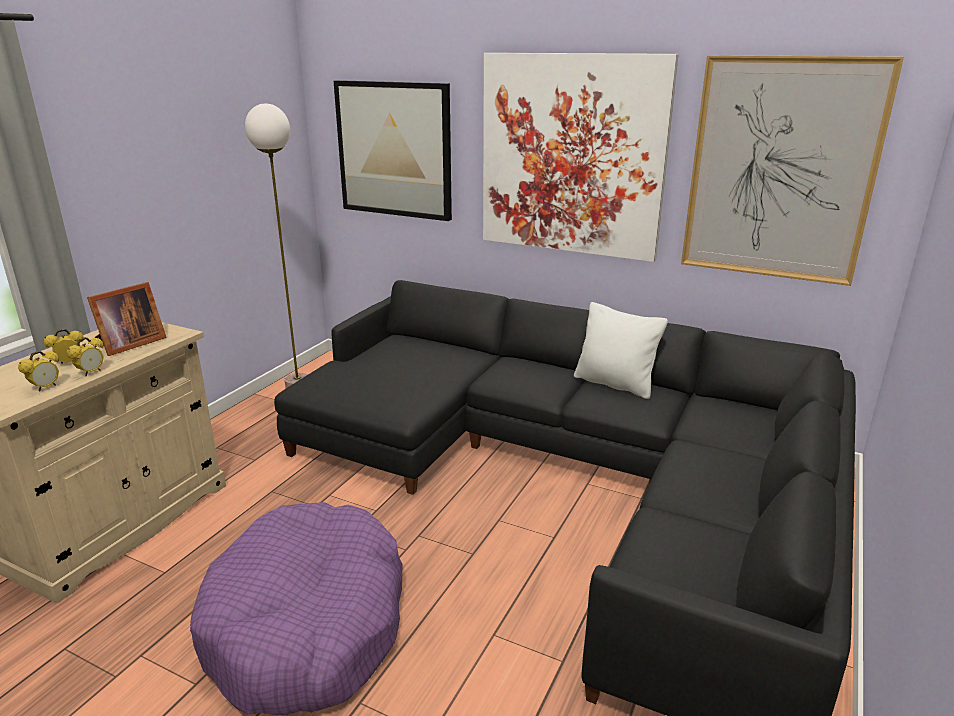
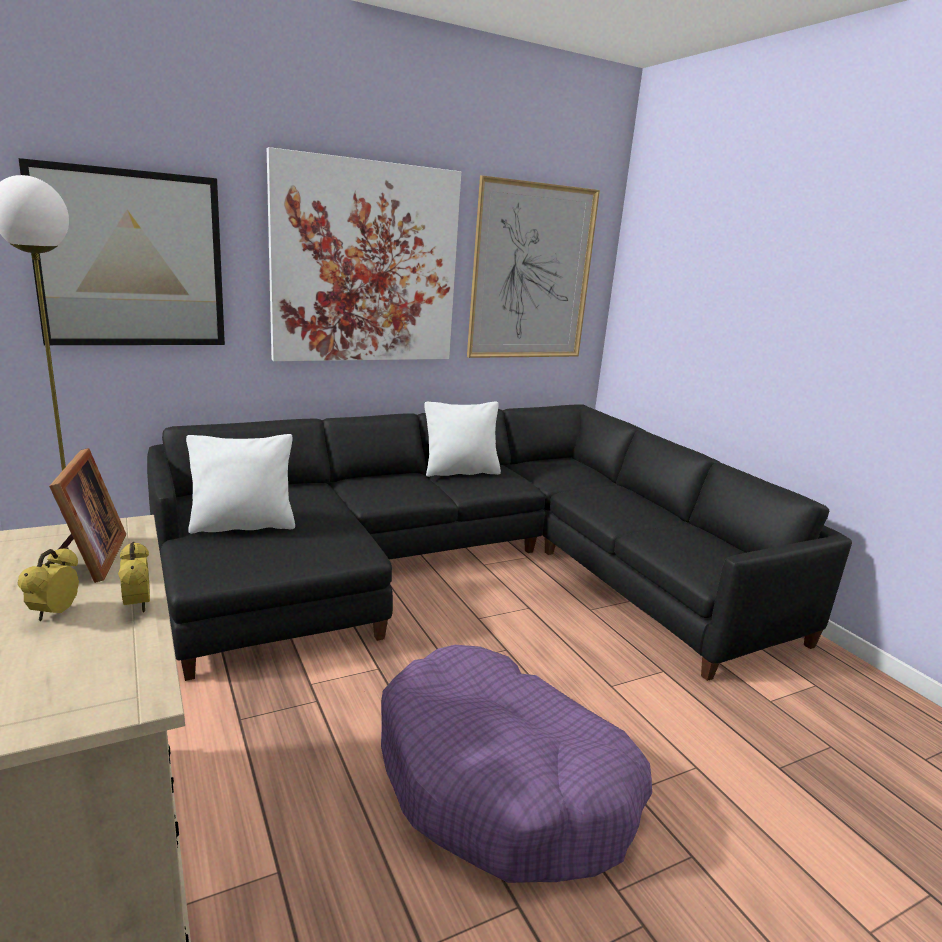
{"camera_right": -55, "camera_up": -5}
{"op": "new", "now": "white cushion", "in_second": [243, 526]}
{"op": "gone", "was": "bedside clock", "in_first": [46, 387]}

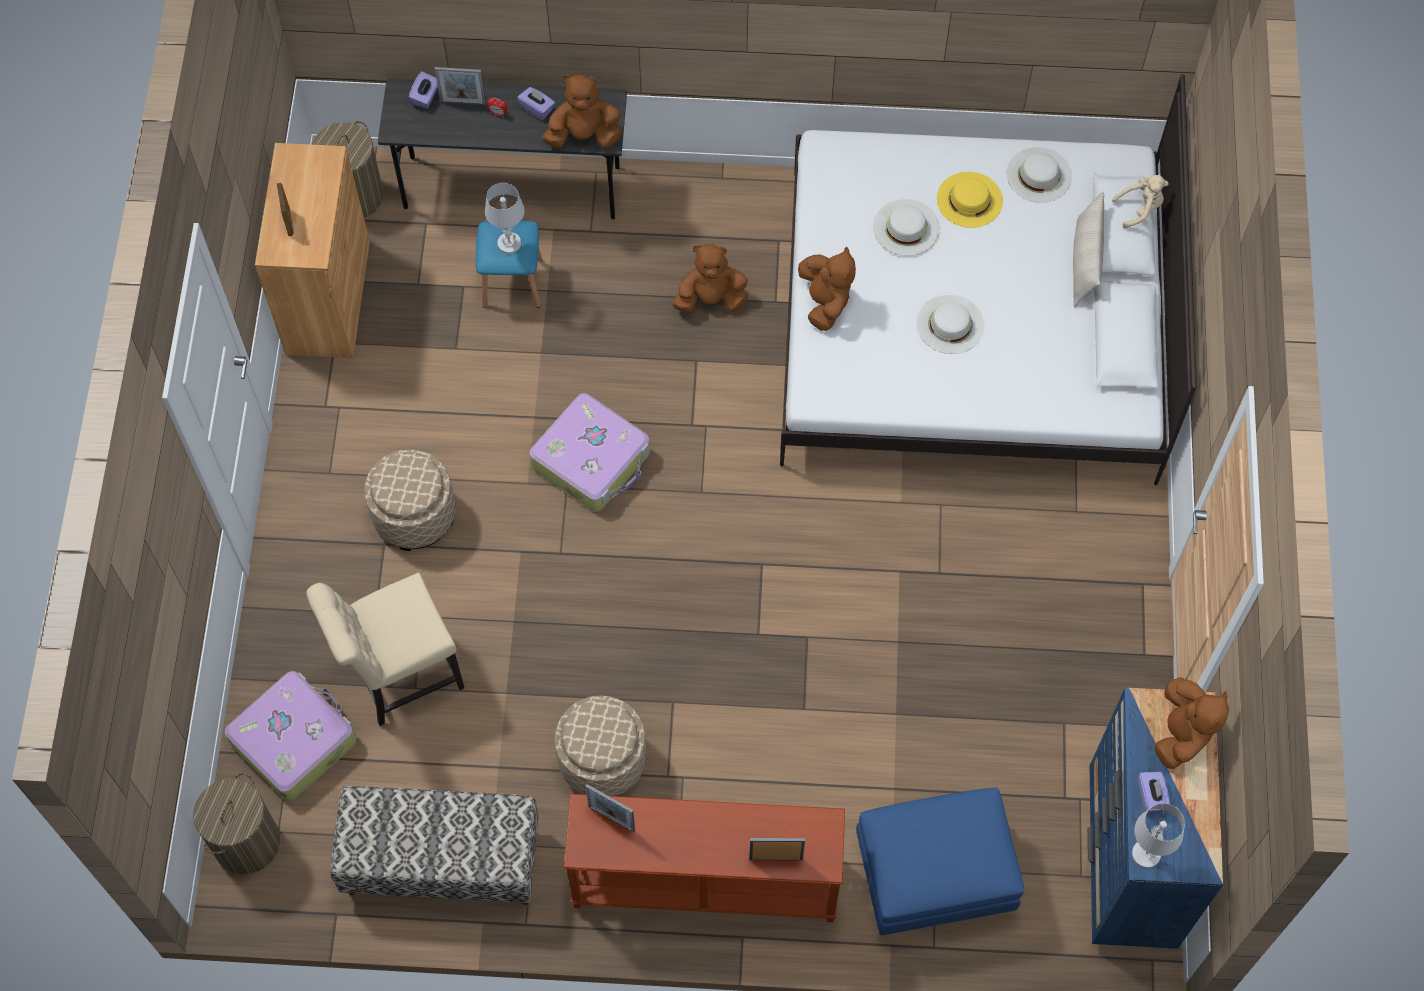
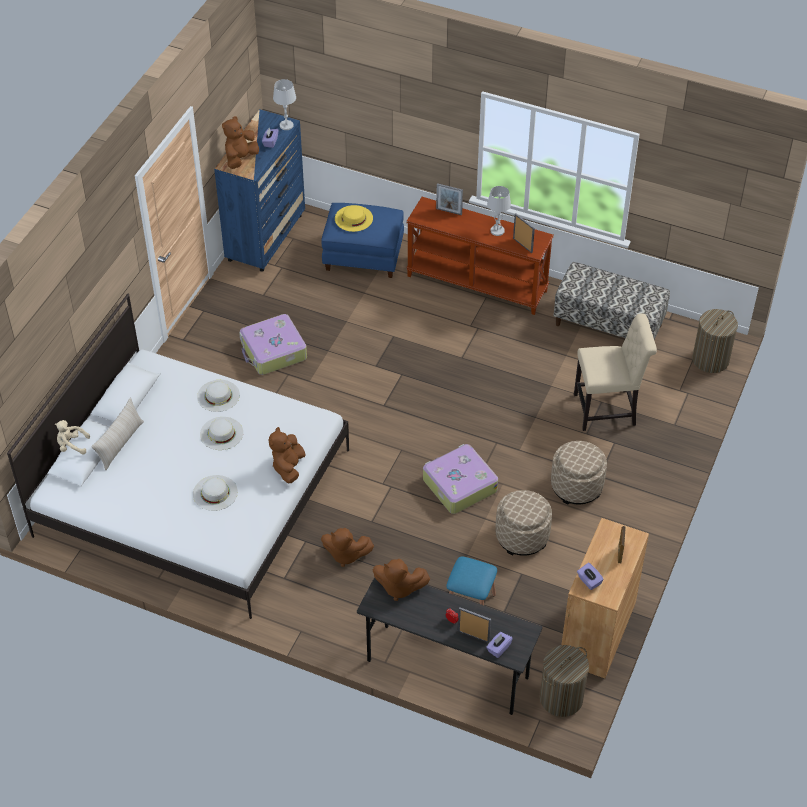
{"camera_right": -160, "camera_up": -15}
{"op": "shifted", "was": "white wearable hat", "in_first": [1039, 175], "in_second": [218, 395]}
{"op": "shifted", "was": "travel case", "in_first": [294, 740], "in_second": [273, 351]}
{"op": "shifted", "was": "yellow wearable hat", "in_first": [969, 199], "in_second": [353, 218]}
{"op": "shifted", "was": "white tabletop lamp", "in_first": [509, 244], "in_second": [497, 231]}
{"op": "shifted", "was": "sand-coloured footrest", "in_first": [602, 760], "in_second": [522, 536]}
{"op": "shifted", "was": "purplish tissue box", "in_first": [537, 108], "in_second": [589, 581]}

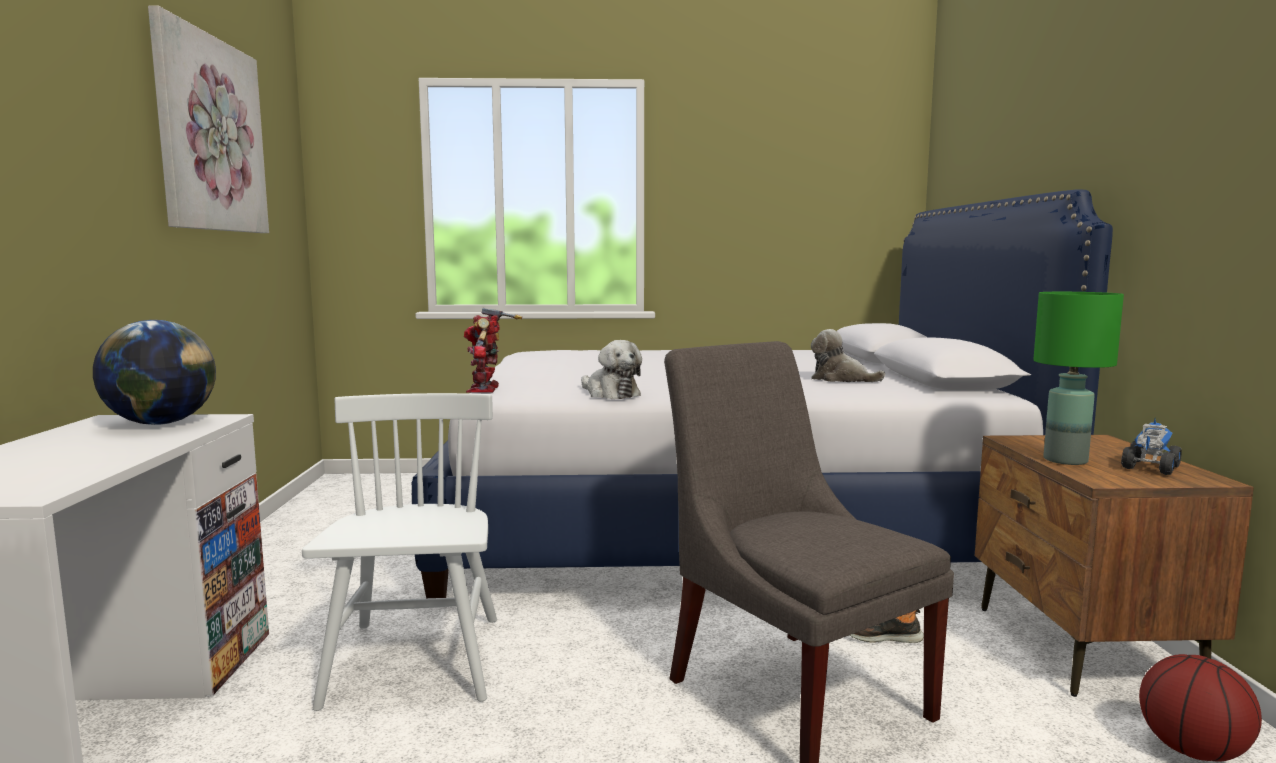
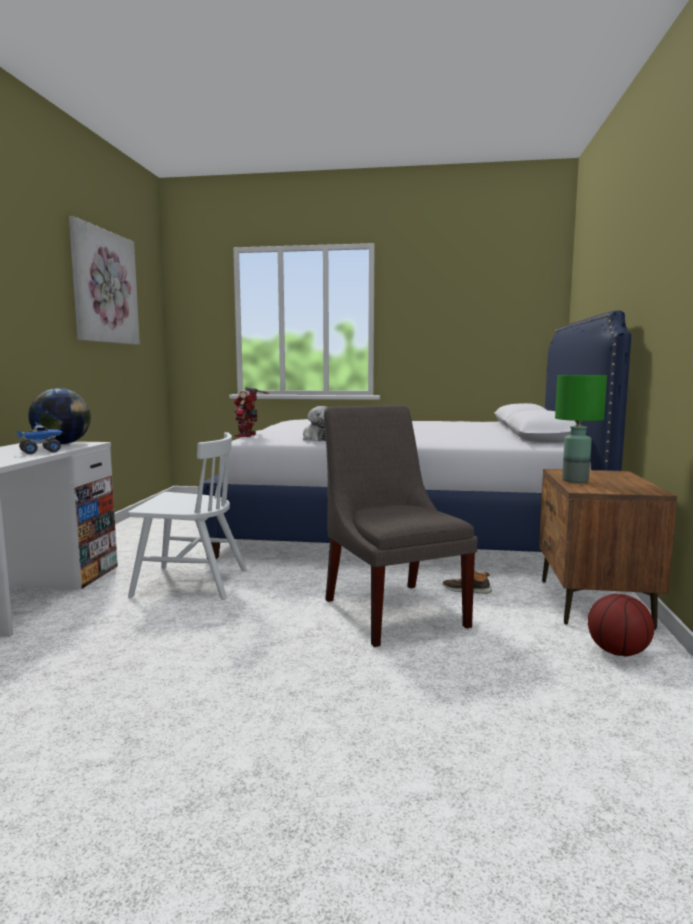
{"camera_right": 10, "camera_up": 0}
{"op": "shifted", "was": "model truck", "in_first": [1149, 467], "in_second": [41, 452]}
{"op": "rotated", "was": "white plain chair", "in_first": [416, 661], "in_second": [190, 583], "clockwise": 90}
{"op": "gone", "was": "soft toy", "in_first": [840, 379]}

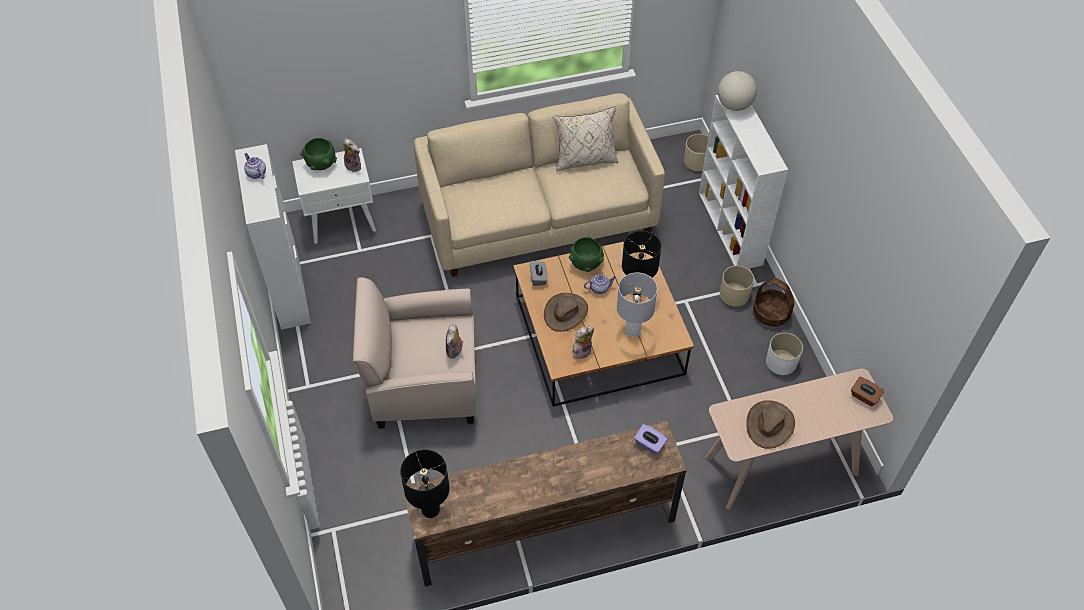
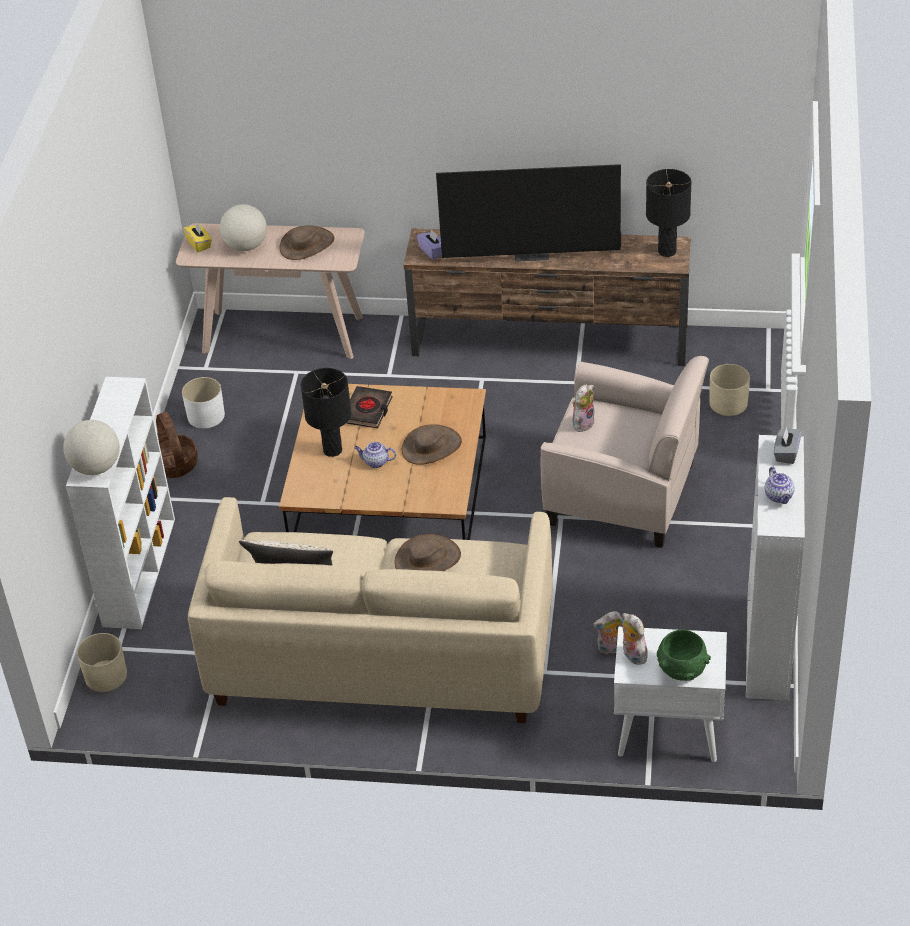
{"camera_right": -155, "camera_up": -10}
{"op": "repainted", "was": "brown tissue box", "now": "yellow tissue box", "in_first": [864, 397], "in_second": [199, 244]}
{"op": "new", "now": "globe", "in_second": [246, 246]}
{"op": "swapped", "was": "greyish tabletop lamp", "now": "black-coloured book", "in_first": [632, 331], "in_second": [367, 410]}
{"op": "new", "now": "brown wearable hat", "in_second": [427, 559]}
{"op": "new", "now": "TV set", "in_second": [532, 253]}
{"op": "shifted", "was": "soft toy", "in_first": [581, 351], "in_second": [610, 649]}
{"op": "shifted", "was": "sand-coloured planter", "in_first": [734, 294], "in_second": [728, 403]}
{"op": "shifted", "was": "greyish tissue box", "in_first": [538, 278], "in_second": [786, 453]}
{"op": "gone", "was": "green deep dish", "in_first": [585, 264]}

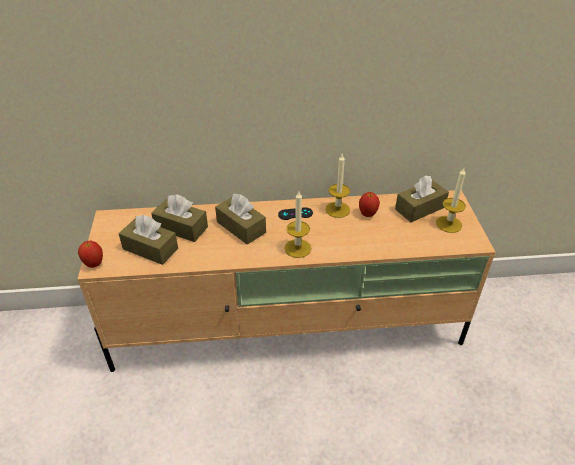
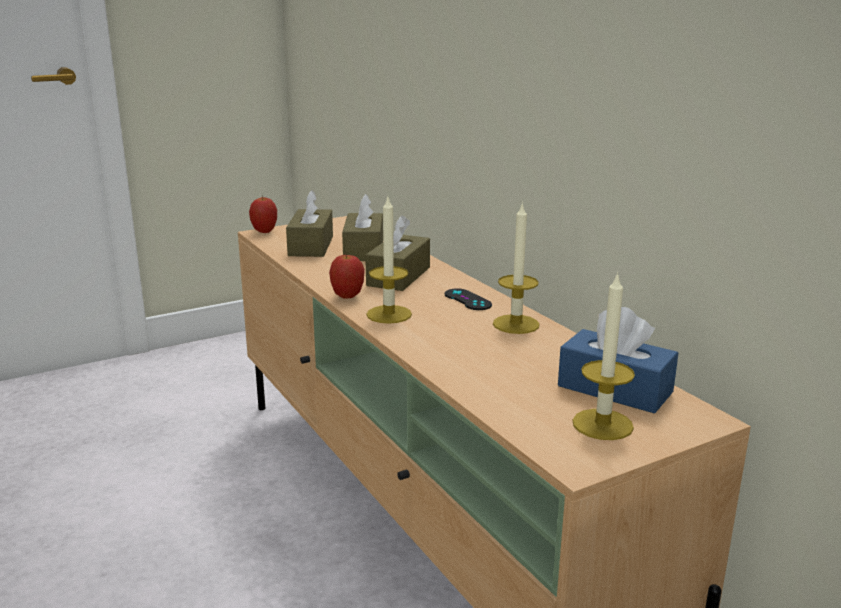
{"camera_right": 65, "camera_up": -20}
{"op": "shifted", "was": "apple fruit", "in_first": [367, 214], "in_second": [347, 297]}
{"op": "repainted", "was": "brown tissue box", "now": "blue tissue box", "in_first": [420, 208], "in_second": [615, 389]}

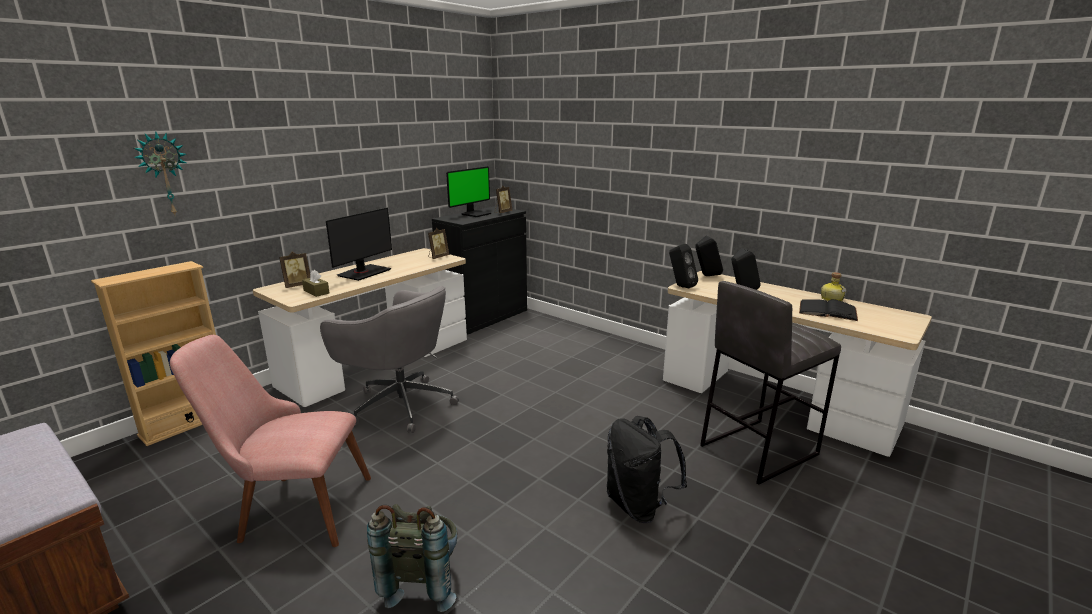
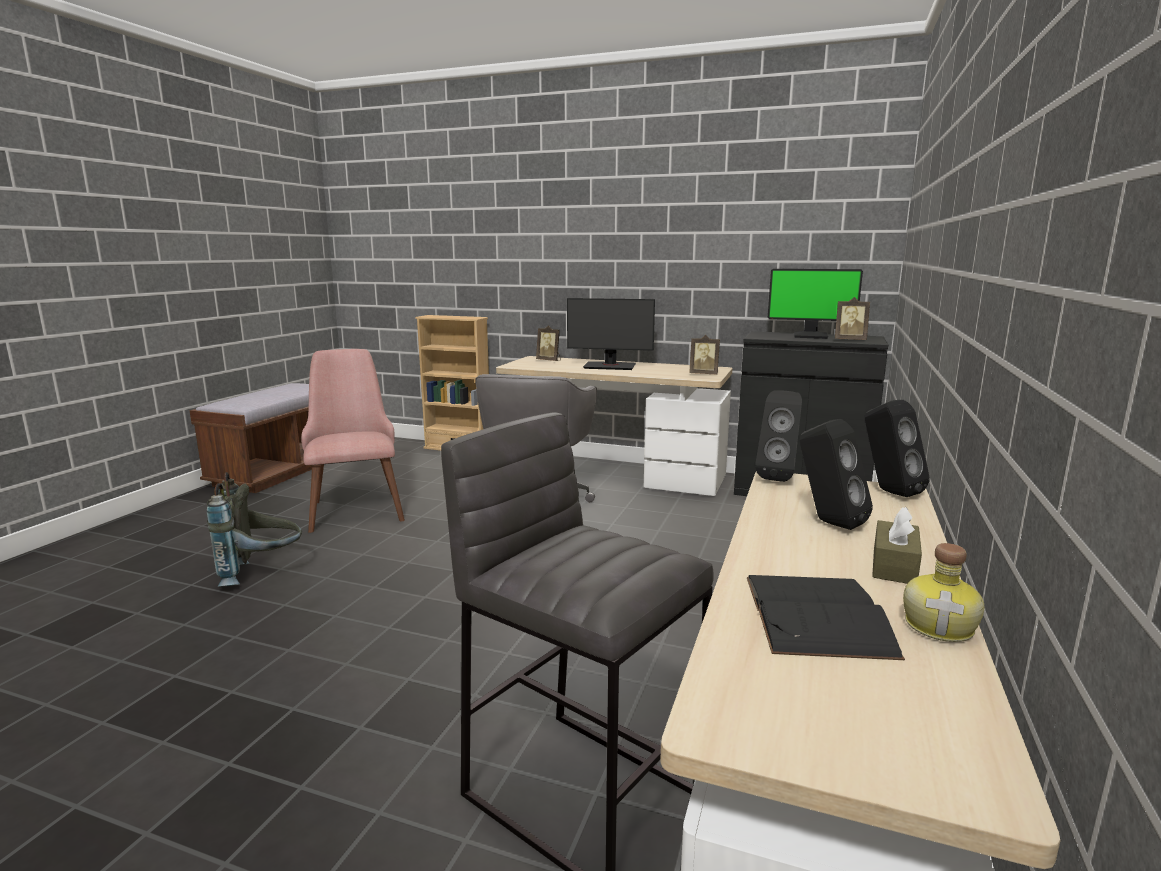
{"camera_right": 70, "camera_up": -5}
{"op": "shifted", "was": "brown tissue box", "in_first": [316, 292], "in_second": [894, 565]}
{"op": "gone", "was": "clock on the wall", "in_first": [164, 174]}
{"op": "gone", "was": "black-coloured knapsack", "in_first": [639, 506]}

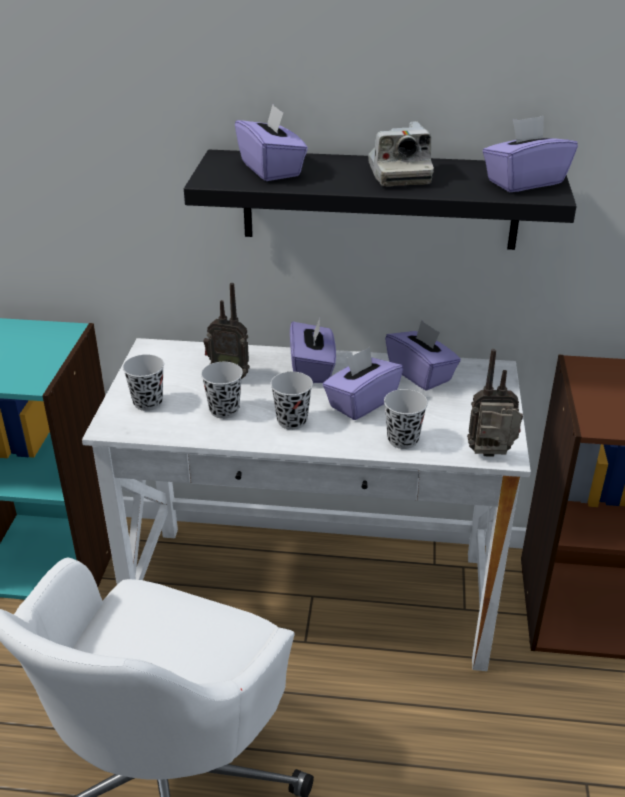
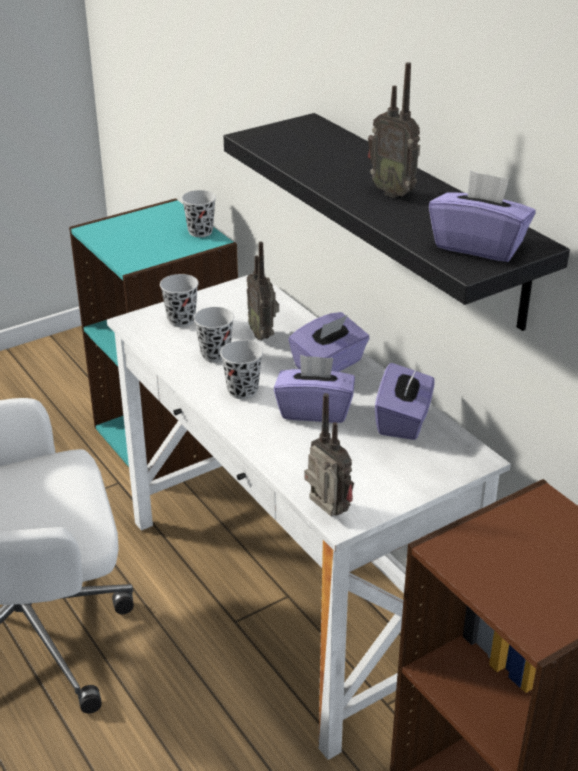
{"camera_right": 50, "camera_up": 0}
{"op": "shifted", "was": "black-coloured cup", "in_first": [403, 440], "in_second": [200, 232]}
{"op": "swapped", "was": "photo camera", "now": "radio set", "in_first": [398, 174], "in_second": [393, 192]}
{"op": "gone", "was": "purplish tissue box", "in_first": [271, 169]}

